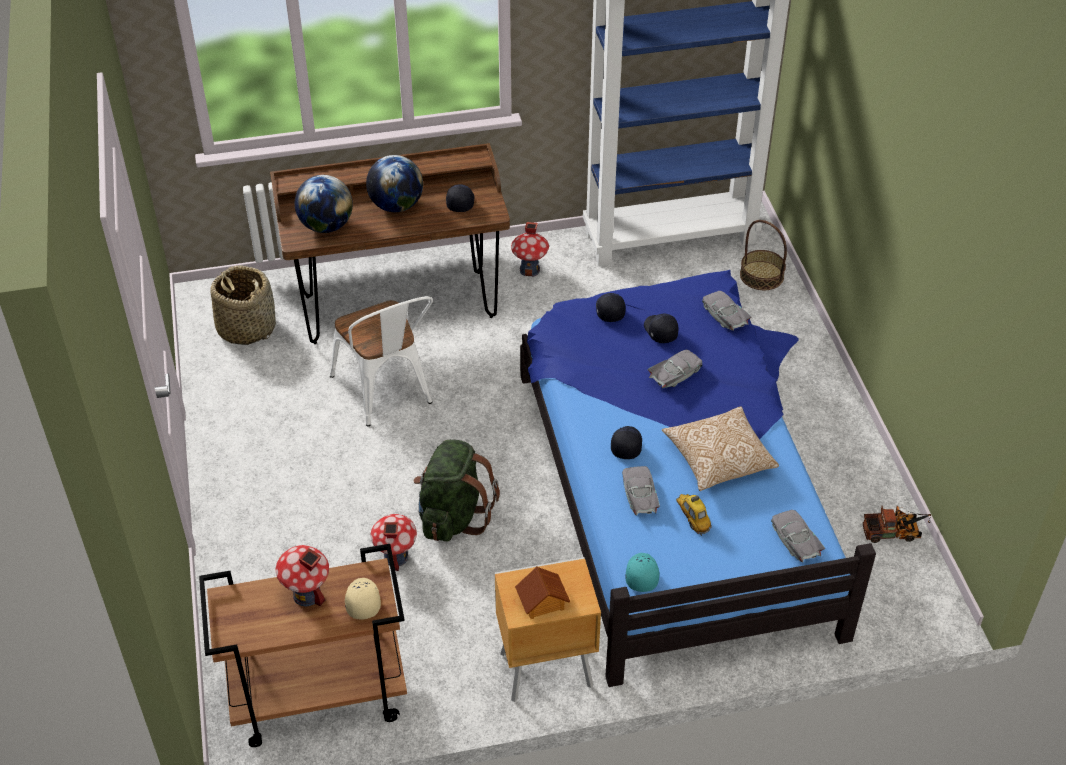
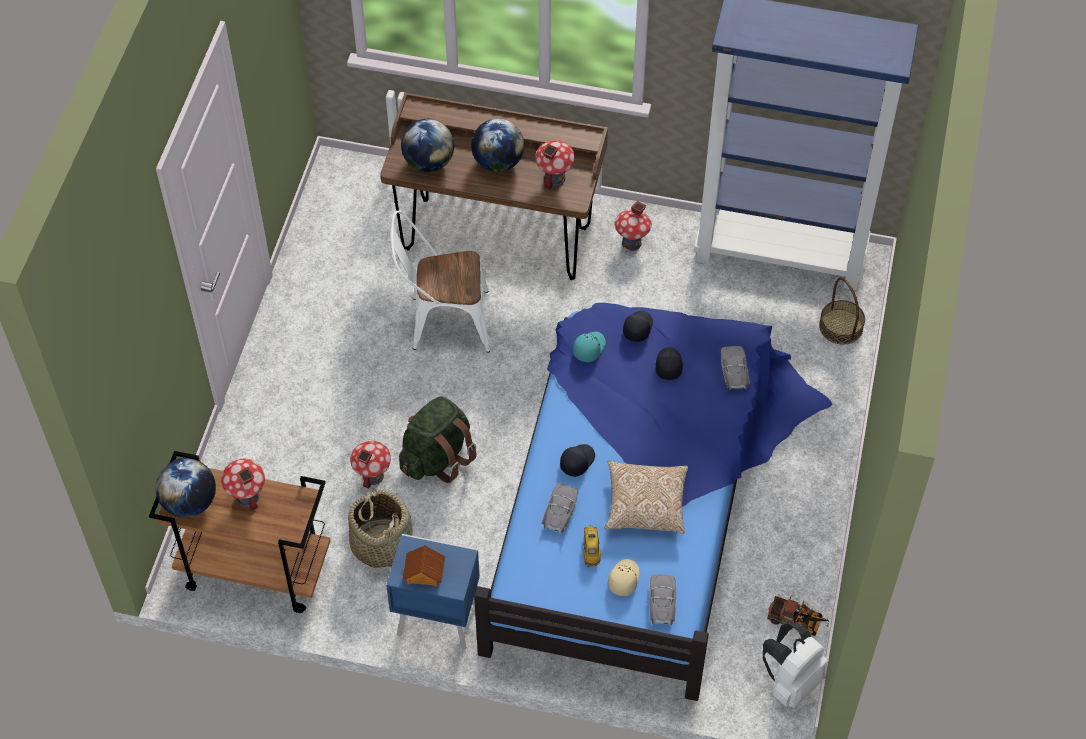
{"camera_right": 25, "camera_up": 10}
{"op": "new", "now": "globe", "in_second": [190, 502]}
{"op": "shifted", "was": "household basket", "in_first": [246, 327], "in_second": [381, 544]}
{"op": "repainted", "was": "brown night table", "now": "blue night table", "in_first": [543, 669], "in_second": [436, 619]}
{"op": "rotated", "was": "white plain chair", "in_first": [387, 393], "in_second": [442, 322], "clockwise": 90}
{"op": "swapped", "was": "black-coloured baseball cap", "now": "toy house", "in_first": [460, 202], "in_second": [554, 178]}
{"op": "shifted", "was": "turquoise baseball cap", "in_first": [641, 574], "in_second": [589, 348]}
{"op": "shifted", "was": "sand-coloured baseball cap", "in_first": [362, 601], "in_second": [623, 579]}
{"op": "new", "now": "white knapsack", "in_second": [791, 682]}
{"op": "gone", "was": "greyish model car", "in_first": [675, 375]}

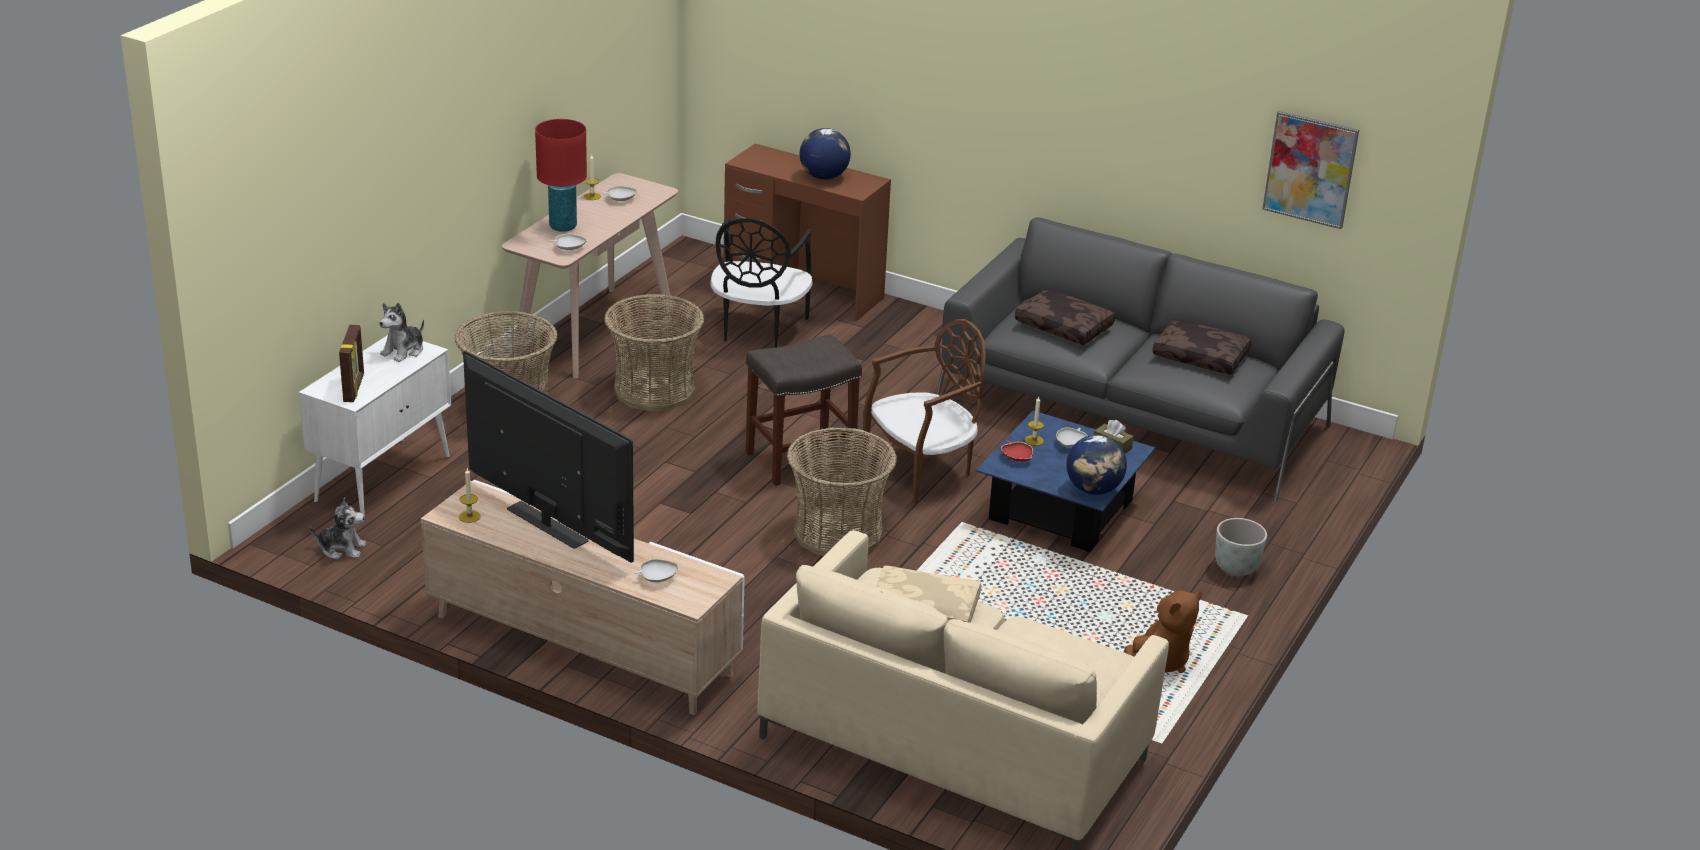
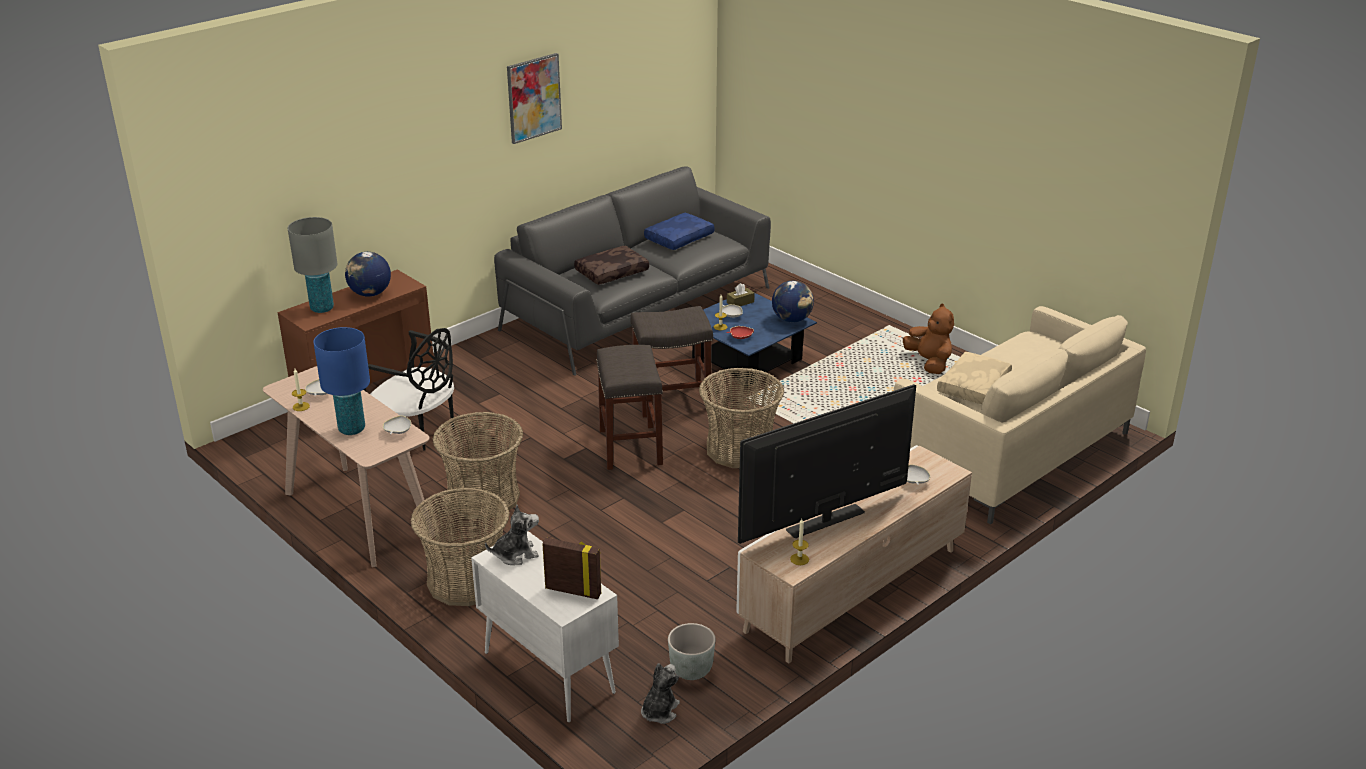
{"camera_right": -70, "camera_up": 0}
{"op": "new", "now": "greyish tabletop lamp", "in_second": [322, 308]}
{"op": "repainted", "was": "red tabletop lamp", "now": "blue tabletop lamp", "in_first": [562, 226], "in_second": [351, 429]}
{"op": "rotated", "was": "soft toy", "in_first": [404, 351], "in_second": [515, 554], "clockwise": -75}
{"op": "shifted", "was": "wall art", "in_first": [1310, 169], "in_second": [534, 98]}
{"op": "swapped", "was": "brown plain chair", "now": "greyish stool seat", "in_first": [922, 471], "in_second": [672, 399]}
{"op": "repainted", "was": "brown cushion", "now": "blue cushion", "in_first": [1201, 356], "in_second": [679, 238]}
{"op": "shifted", "was": "greyish planter", "in_first": [1236, 568], "in_second": [692, 671]}

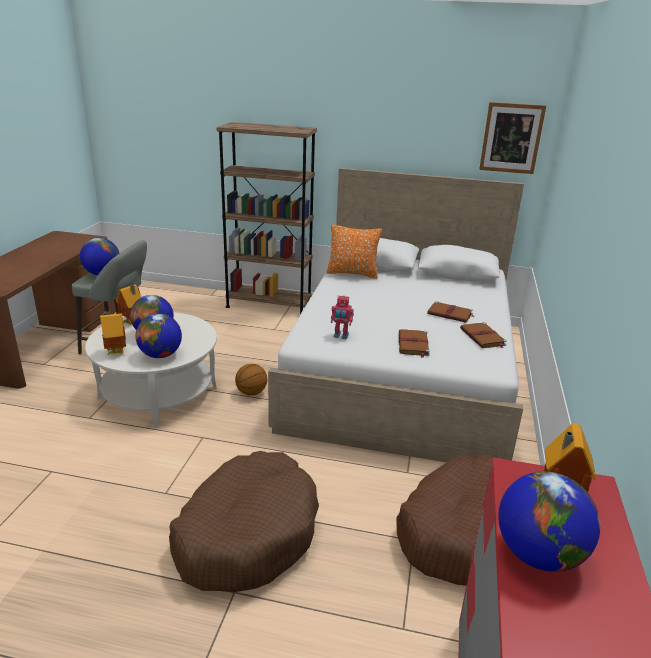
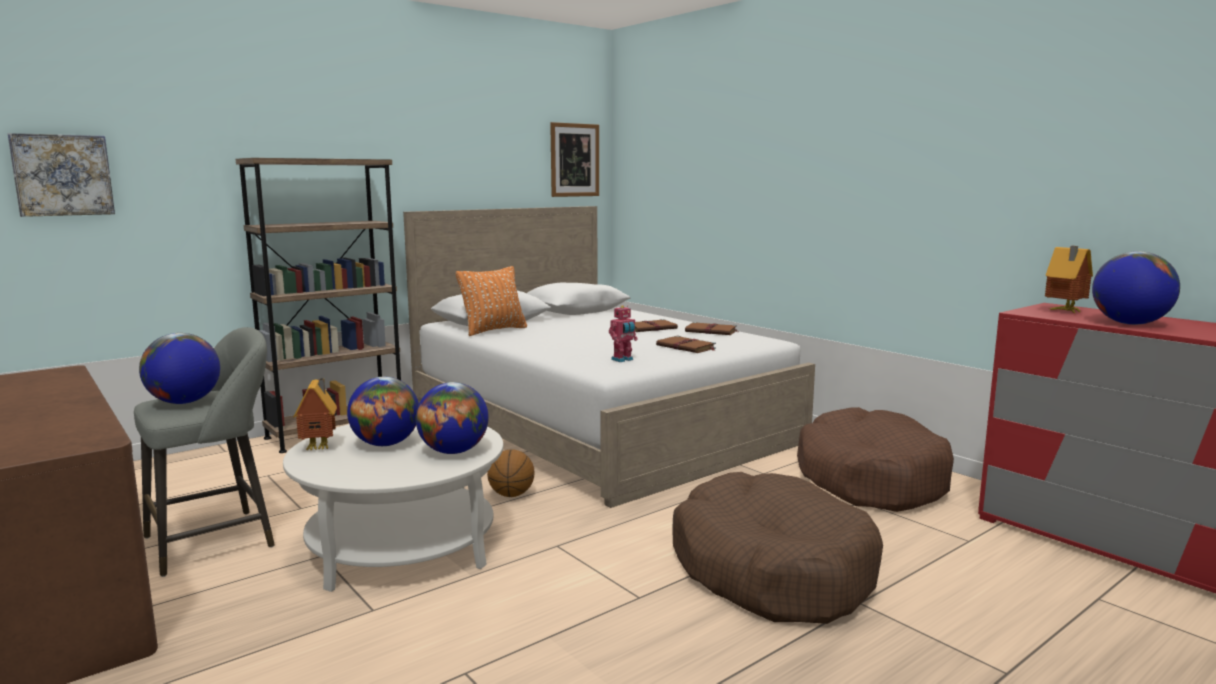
{"camera_right": -50, "camera_up": -15}
{"op": "new", "now": "wall art", "in_second": [62, 175]}
{"op": "gone", "was": "toy house", "in_first": [116, 352]}

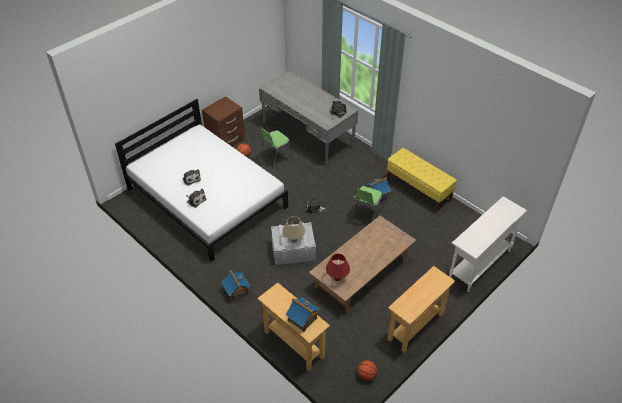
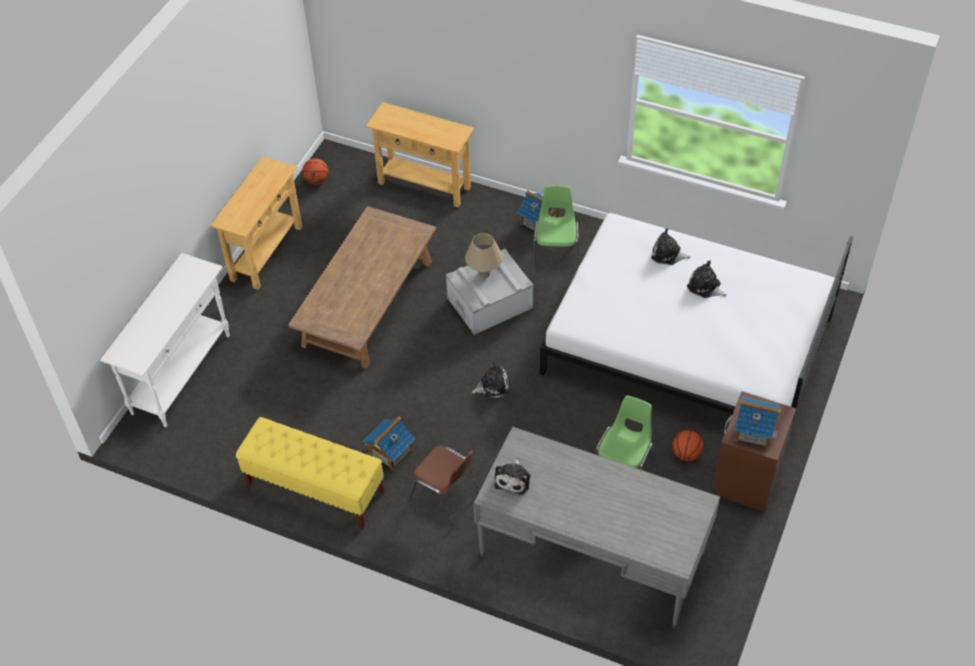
{"camera_right": 160, "camera_up": 5}
{"op": "new", "now": "brown plain chair", "in_second": [445, 498]}
{"op": "shifted", "was": "green plain chair", "in_first": [366, 214], "in_second": [556, 259]}
{"op": "shifted", "was": "toy house", "in_first": [302, 319], "in_second": [754, 430]}
{"op": "gone", "was": "red tabletop lamp", "in_first": [337, 278]}

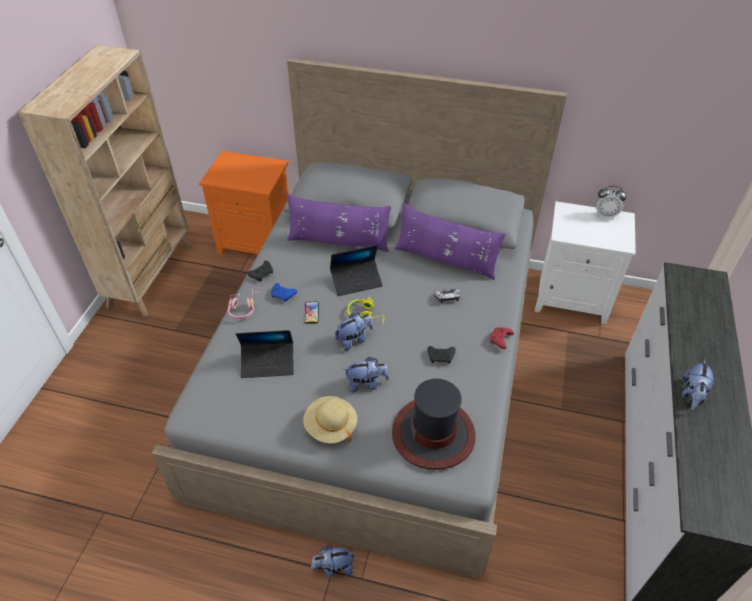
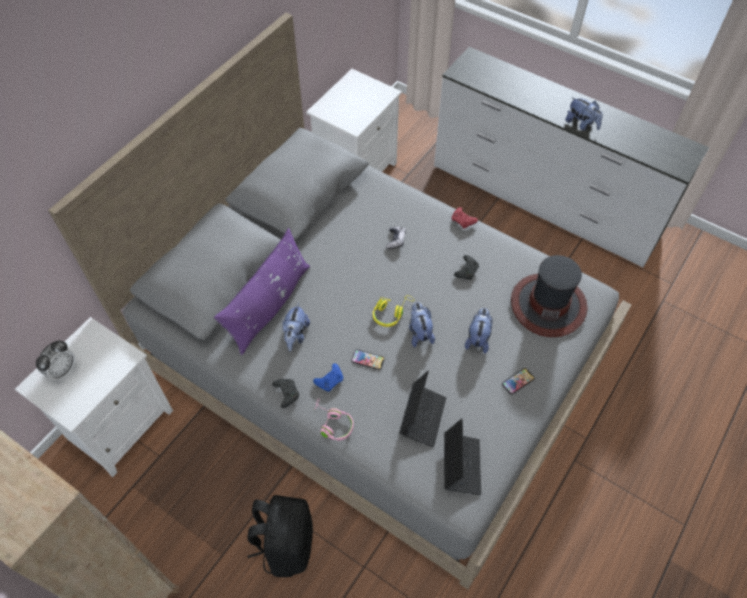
{"camera_right": -70, "camera_up": 10}
{"op": "repainted", "was": "orange-coloured night table", "now": "white night table", "in_first": [258, 243], "in_second": [120, 423]}
{"op": "shifted", "was": "bedside clock", "in_first": [605, 215], "in_second": [63, 370]}
{"op": "new", "now": "black-coloured knapsack", "in_second": [286, 544]}
{"op": "shifted", "was": "soft toy", "in_first": [334, 567], "in_second": [295, 335]}
{"op": "shifted", "was": "notebook computer", "in_first": [356, 281], "in_second": [461, 465]}
{"op": "swapped", "was": "sand-coloured wearable hat", "now": "handset", "in_first": [330, 426], "in_second": [518, 381]}
{"op": "gone", "was": "purplish cushion", "in_first": [445, 259]}

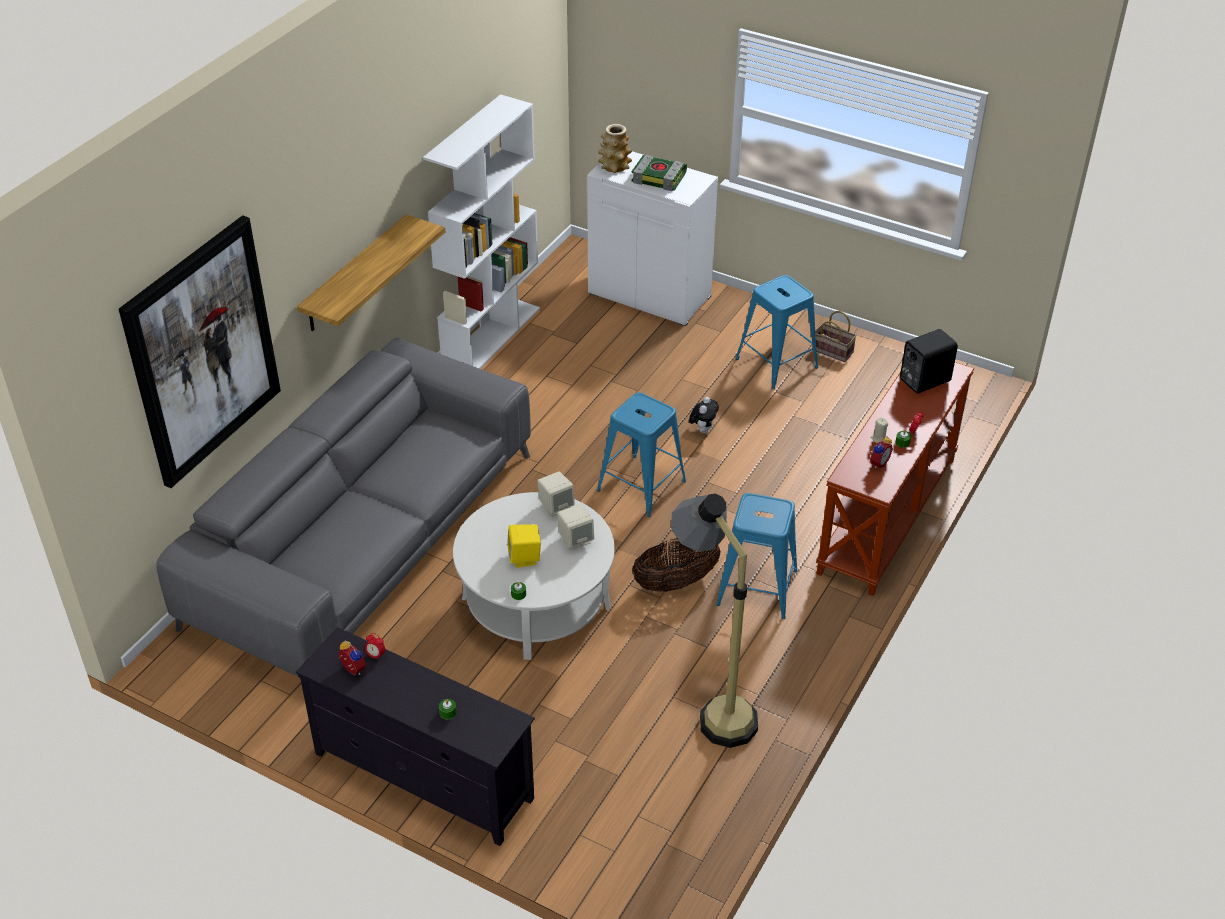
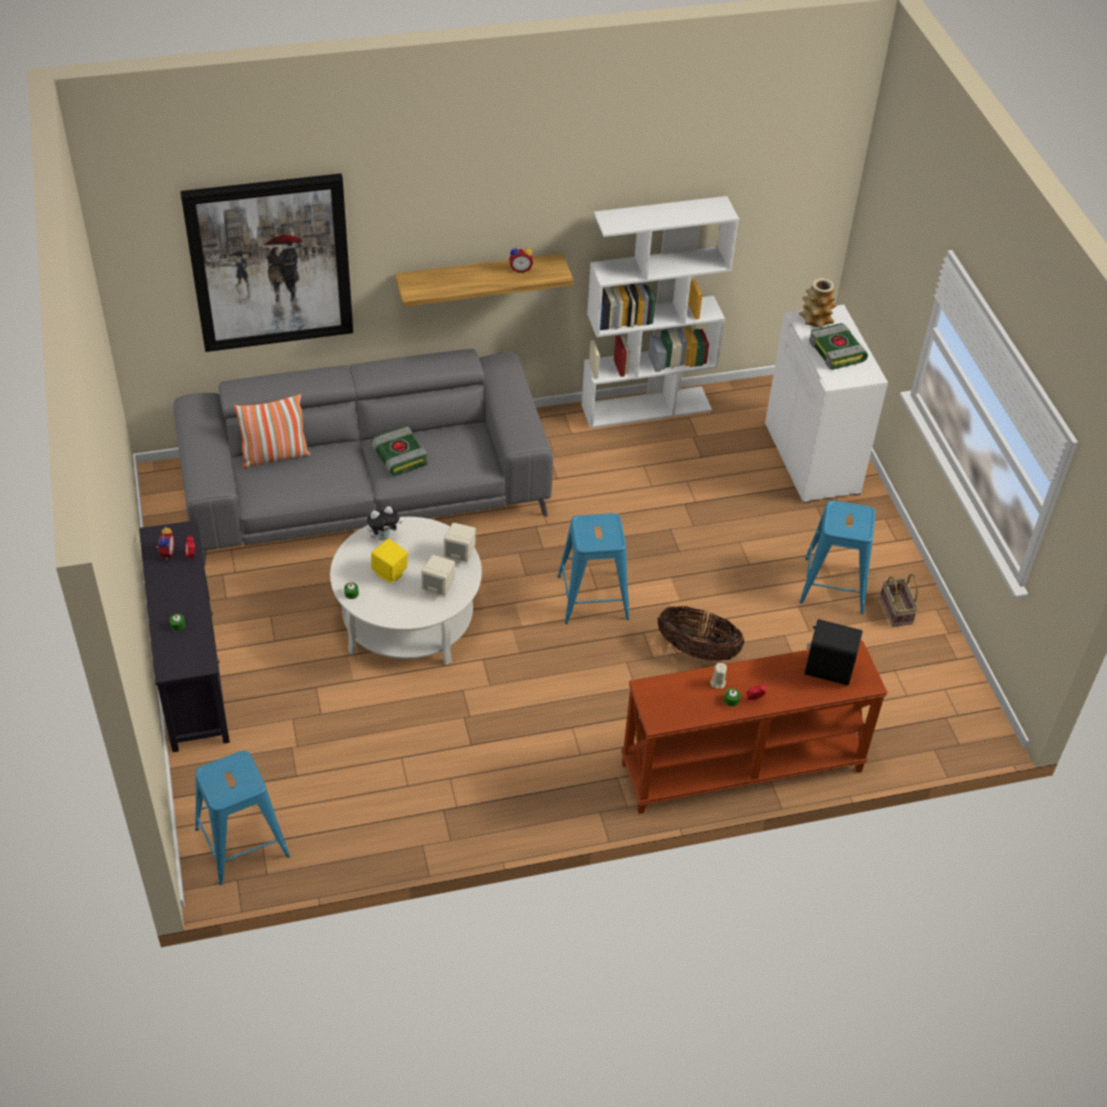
{"camera_right": 45, "camera_up": 5}
{"op": "shifted", "was": "blue stool seat", "in_first": [757, 587], "in_second": [242, 842]}
{"op": "new", "now": "cushion", "in_second": [275, 456]}
{"op": "shifted", "was": "soft toy", "in_first": [703, 429], "in_second": [384, 536]}
{"op": "new", "now": "book", "in_second": [398, 456]}
{"op": "shifted", "was": "bedside clock", "in_first": [878, 463], "in_second": [520, 269]}
{"op": "shifted", "was": "household basket", "in_first": [675, 582], "in_second": [697, 650]}
{"op": "gone", "was": "floor lamp", "in_first": [711, 706]}

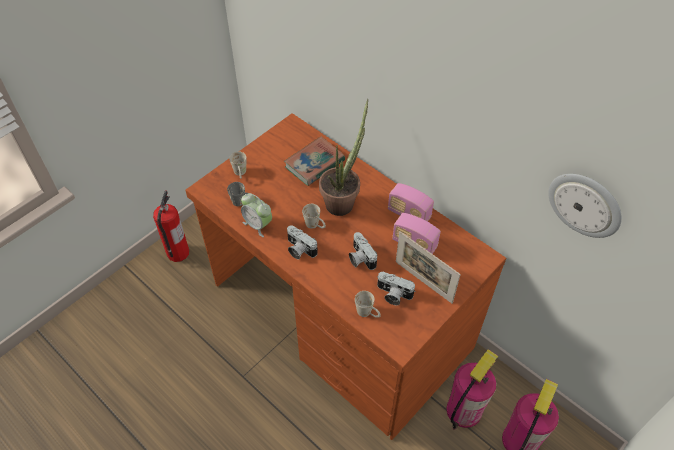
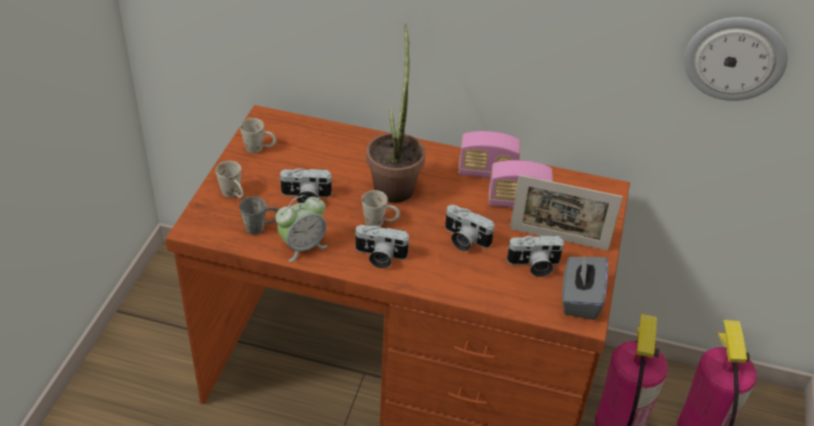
{"camera_right": -30, "camera_up": -10}
{"op": "shifted", "was": "white mug", "in_first": [368, 313], "in_second": [259, 148]}
{"op": "rotated", "was": "bedside clock", "in_first": [258, 225], "in_second": [302, 246], "clockwise": -45}
{"op": "new", "now": "photo camera", "in_second": [305, 197]}
{"op": "new", "now": "greyish tissue box", "in_second": [580, 299]}
{"op": "gone", "was": "fire-fighting cylinder", "in_first": [177, 253]}
{"op": "gone", "was": "book", "in_first": [314, 164]}

